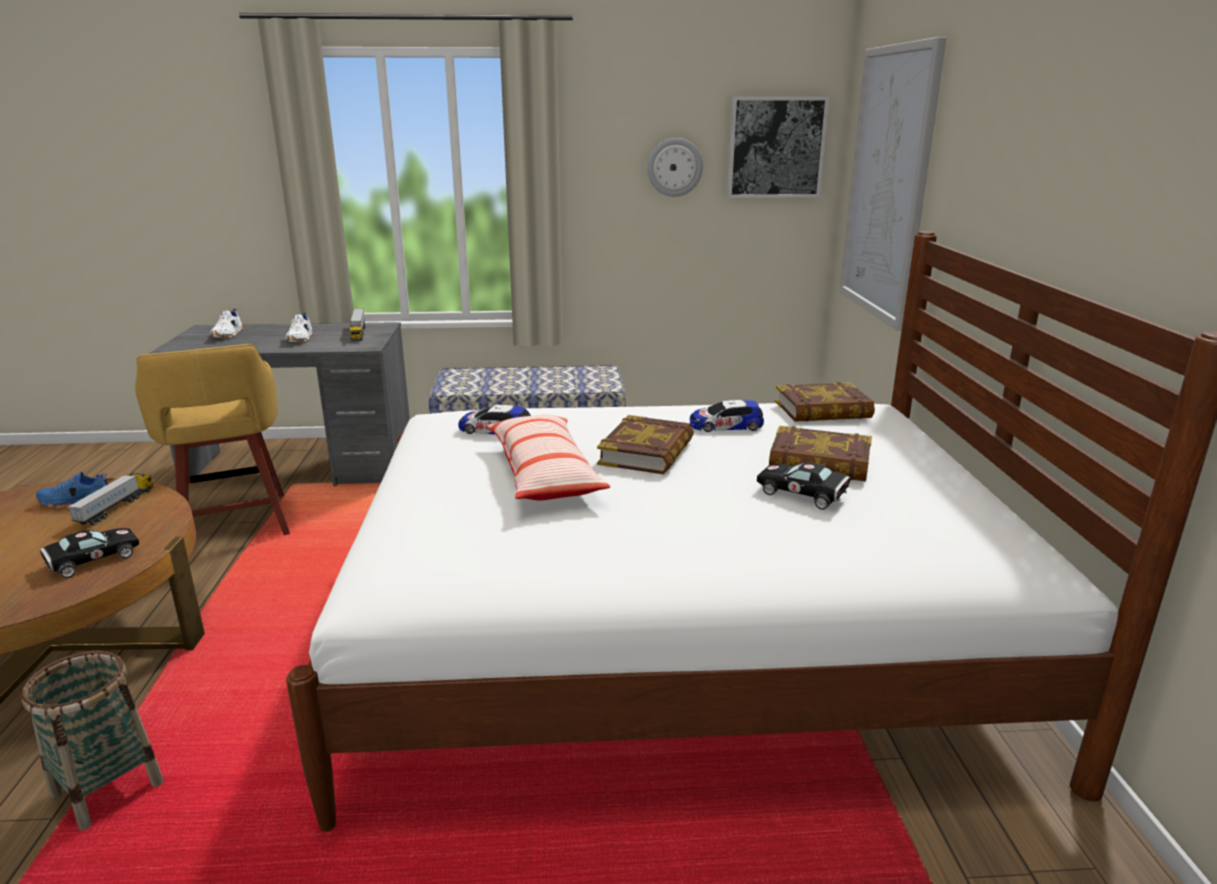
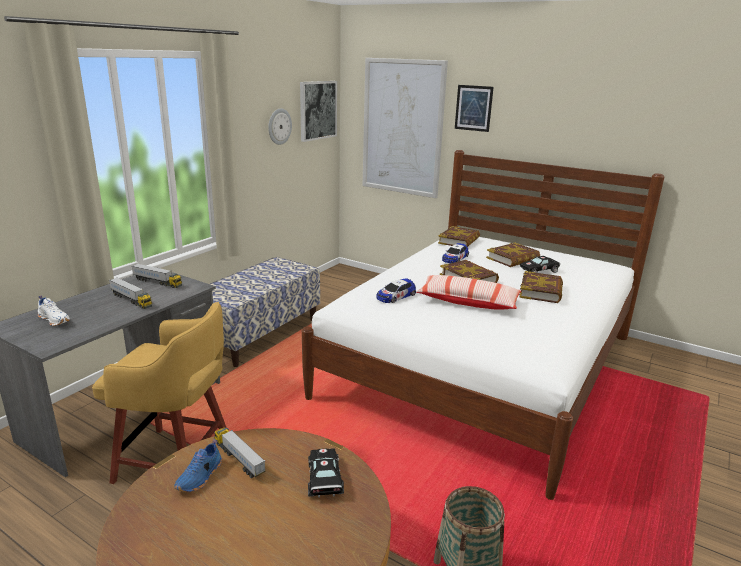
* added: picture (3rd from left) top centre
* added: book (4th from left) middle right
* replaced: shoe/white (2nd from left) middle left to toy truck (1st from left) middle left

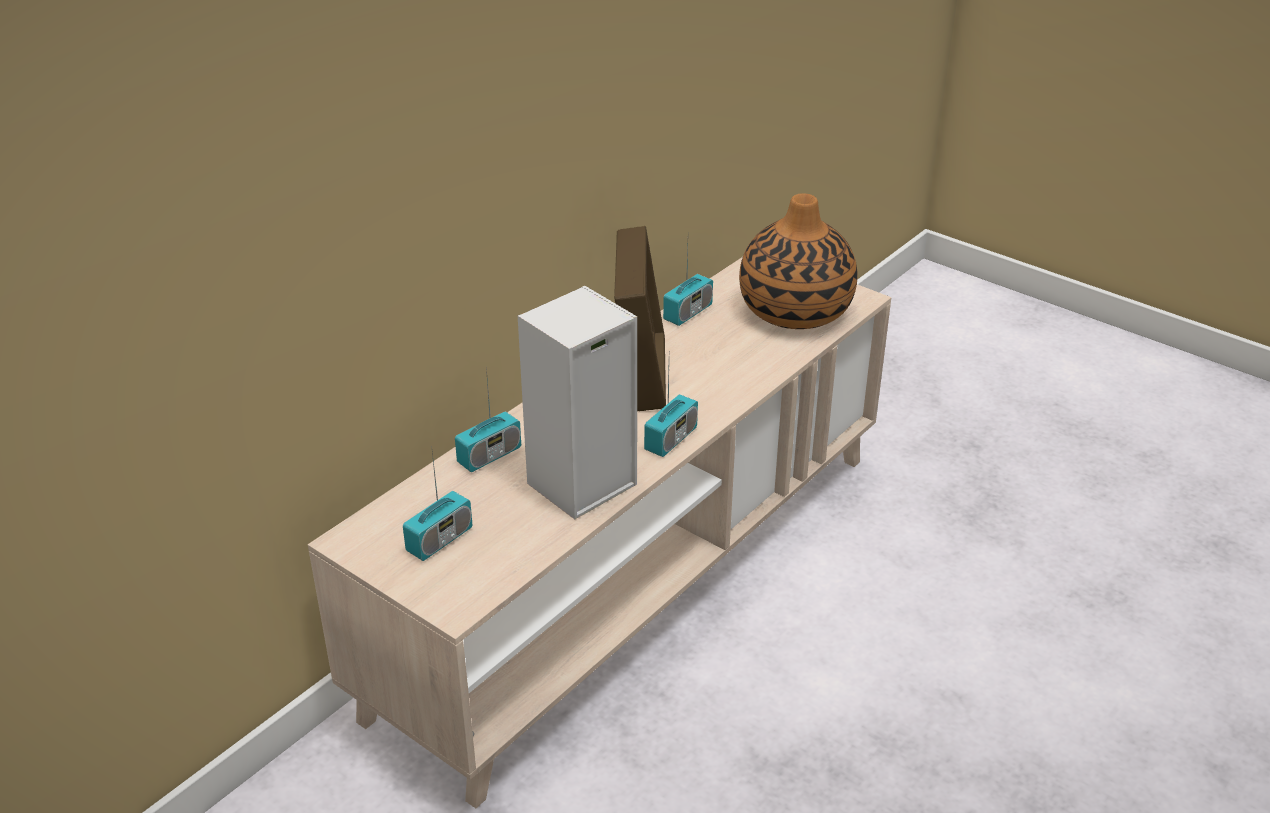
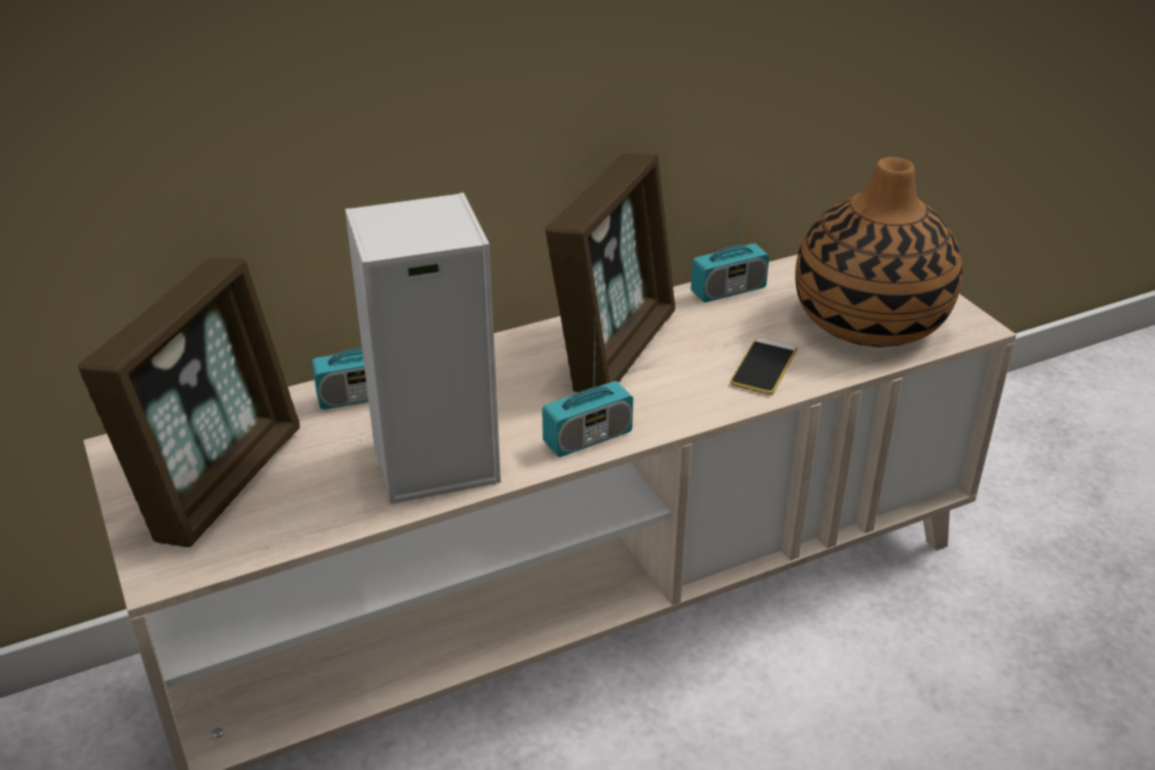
* added: phone centre
* replaced: radio (1st from left) centre to picture frame (1st from left) middle left

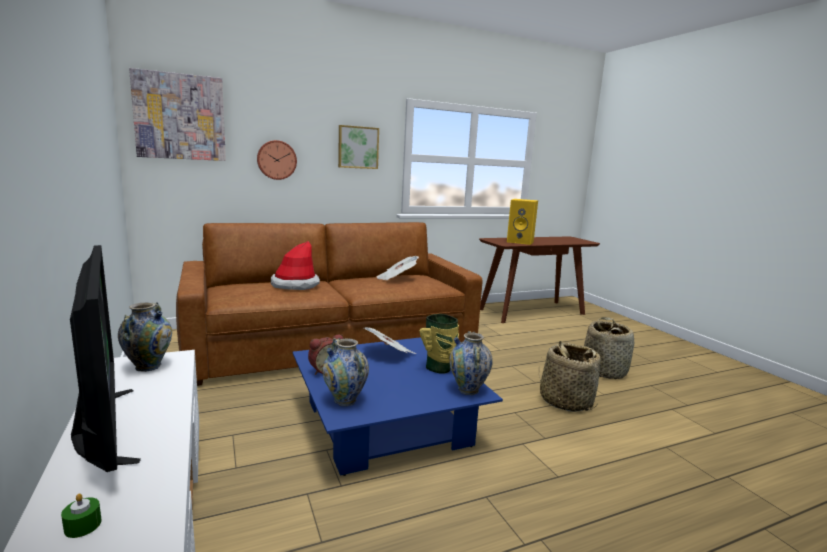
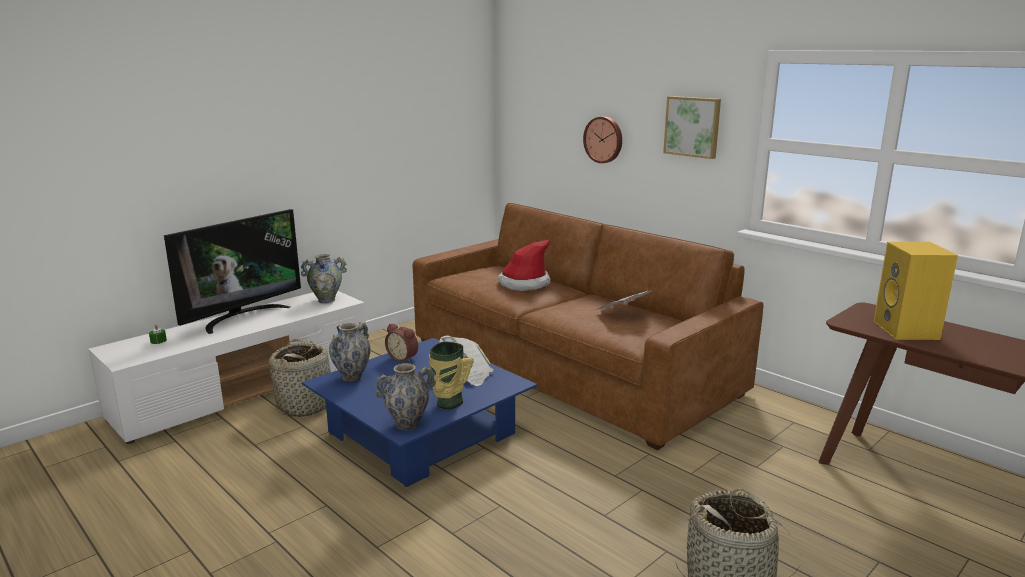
* removed: picture (1st from left) top left
* moved: basket (1st from left) bottom right to middle left

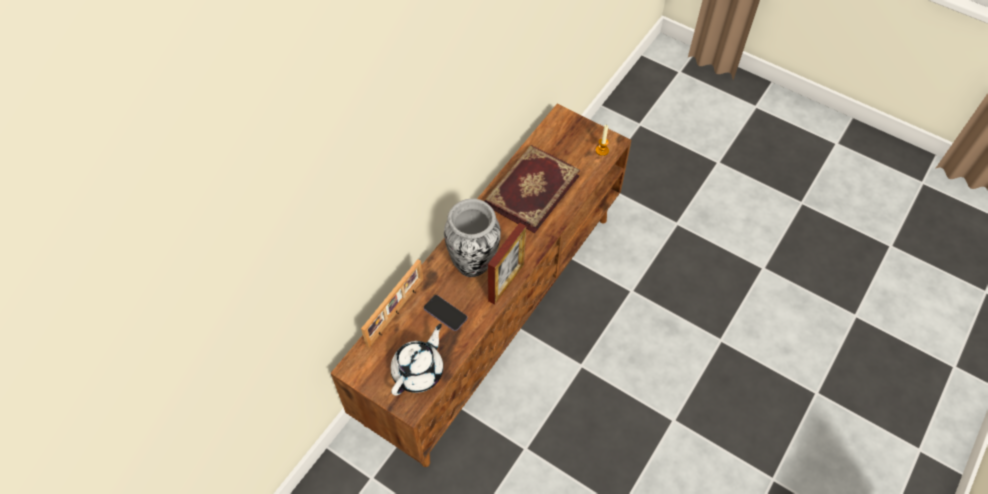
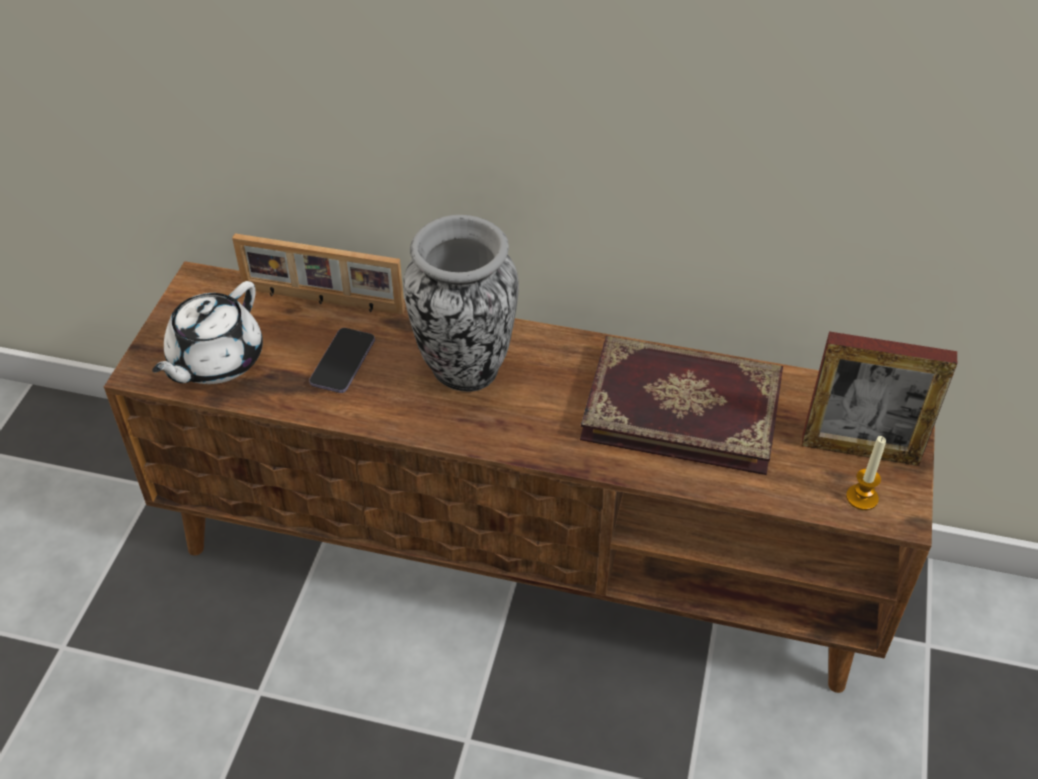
* moved: picture frame (2nd from left) centre to middle right
* turned: teapot/white bottom centre = middle left 105 degrees clockwise

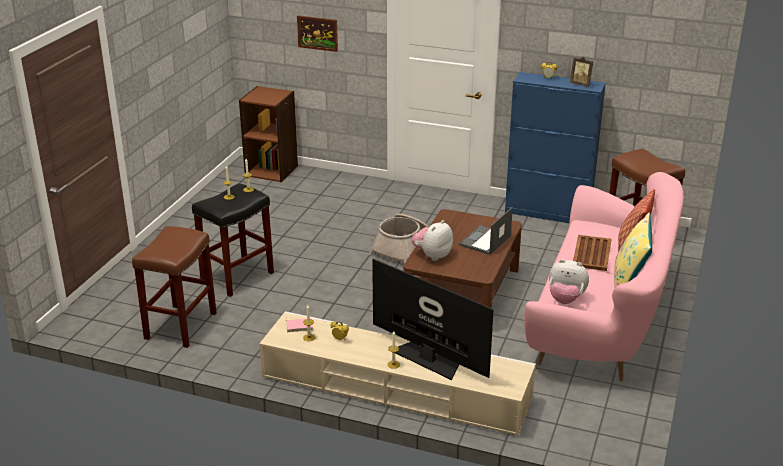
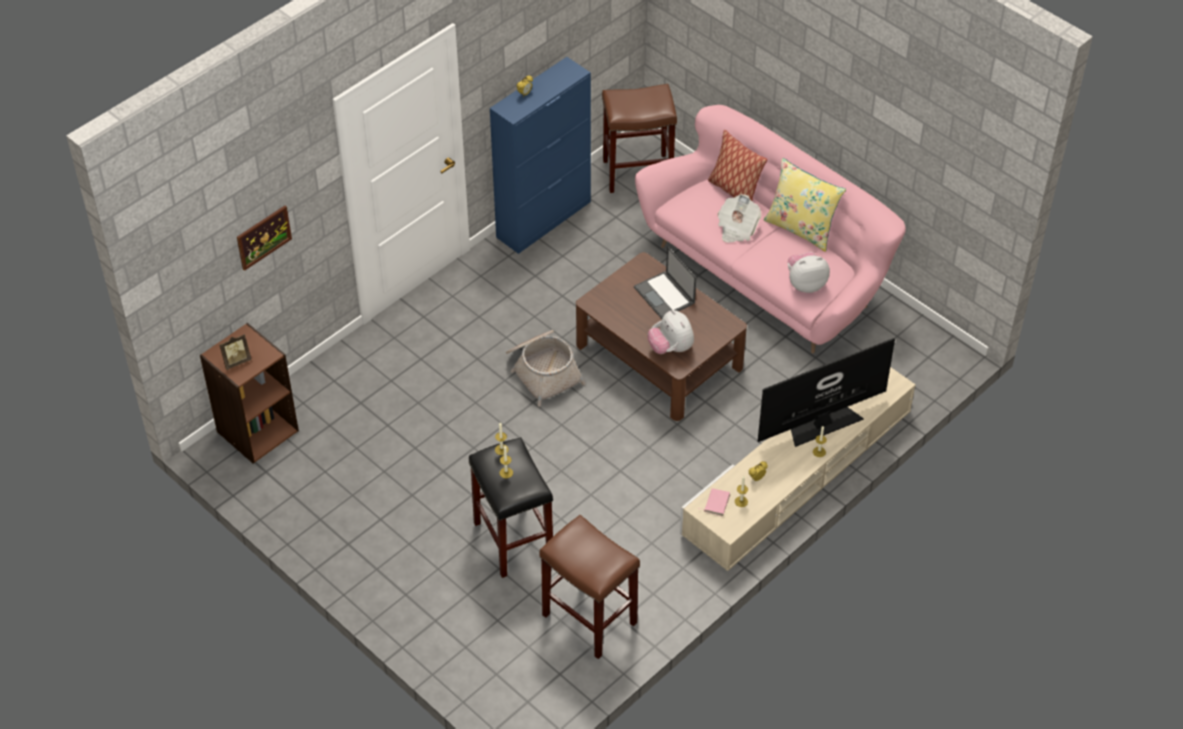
* moved: picture frame top right to middle left
* replaced: tray/brown middle right to newspaper top centre
* turned: plush toy (2nd from left) middle right = middle right 150 degrees counterclockwise

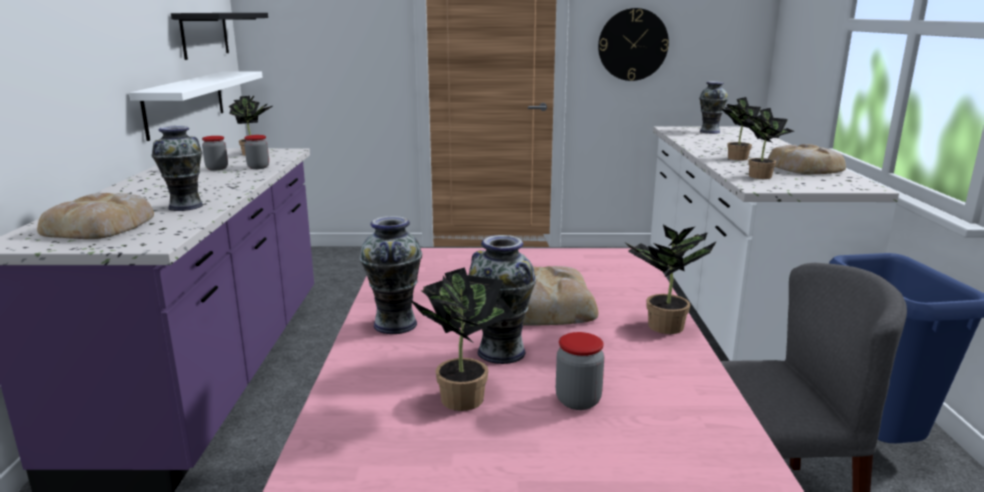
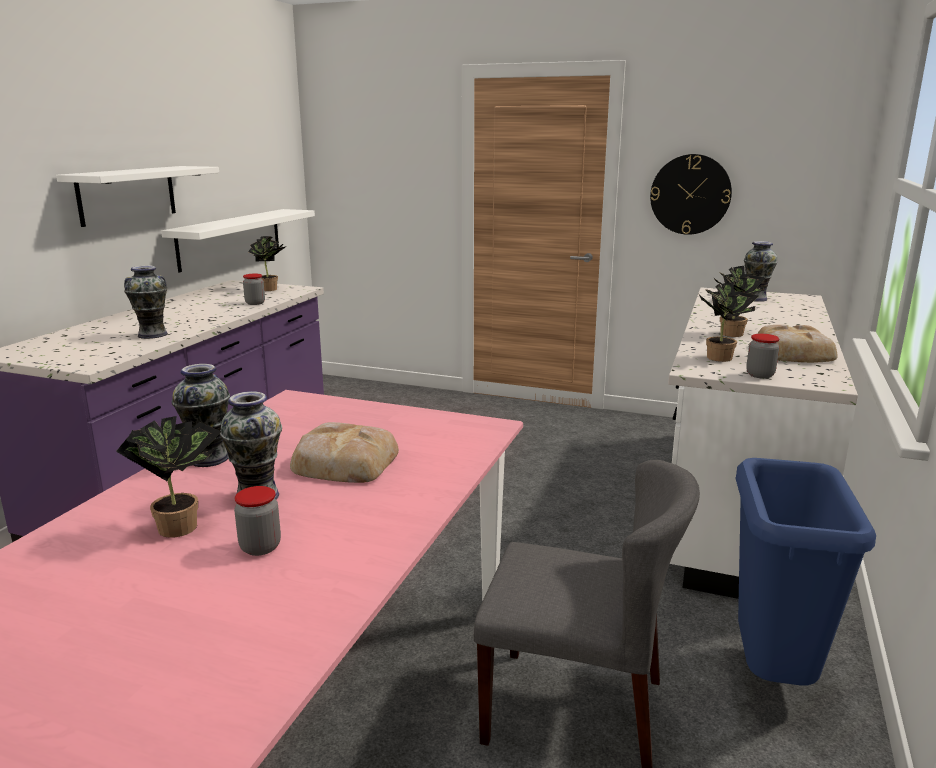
* removed: bread (1st from left) middle left
* removed: shelf/black top left
* removed: potted plant (3rd from left) middle right
* added: shelf/white (1st from left) top left
* moved: jar (1st from left in the first image) top left to jar (3rd from left) middle right

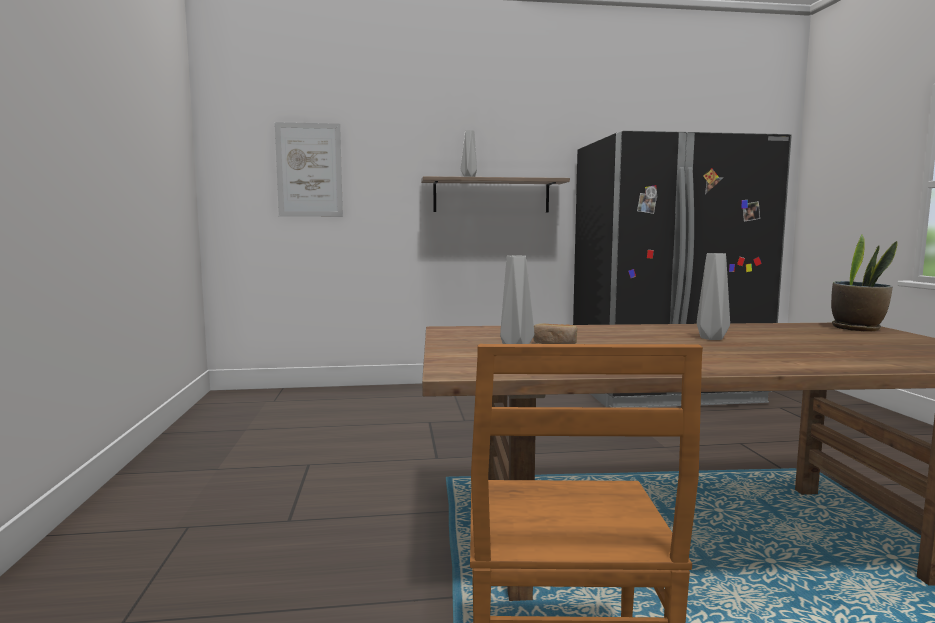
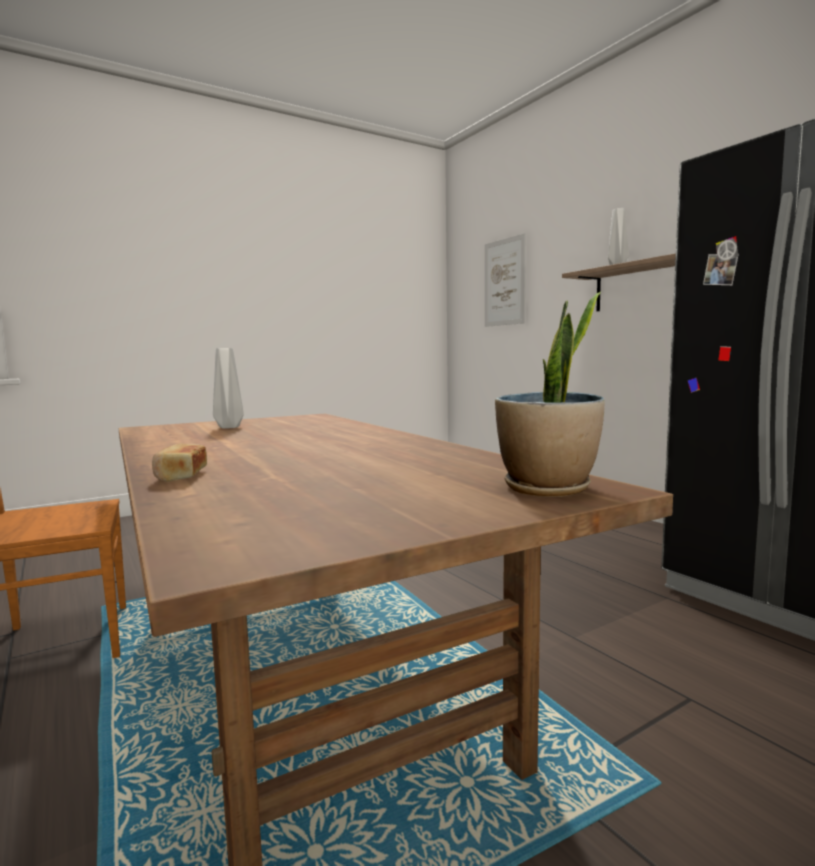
* removed: vase/grey (3rd from left) middle right
* moved: bread centre to middle left

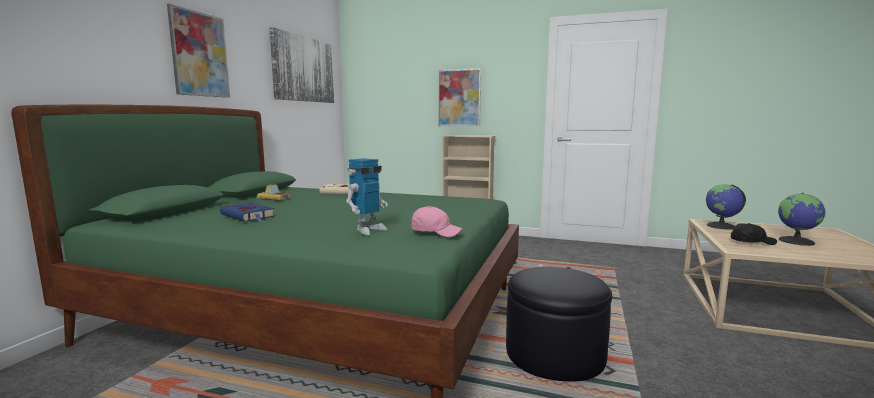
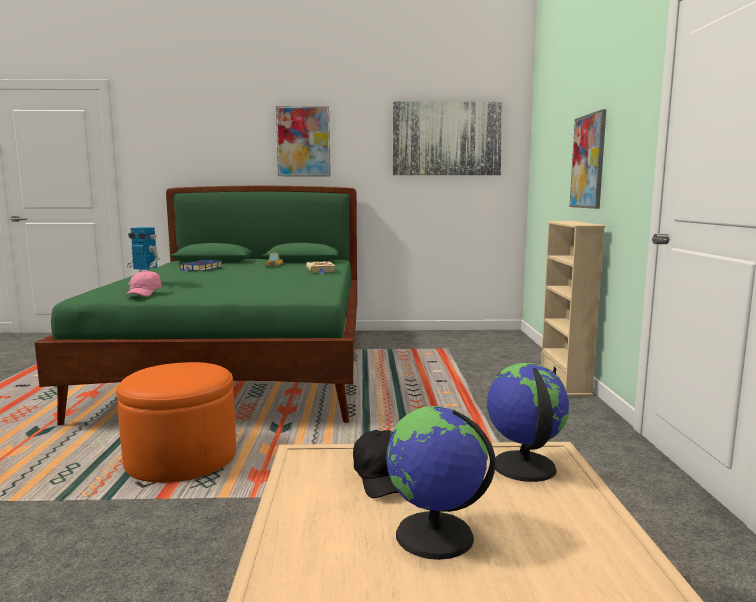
* recoloured: ottoman/black bottom centre to ottoman/orange bottom left

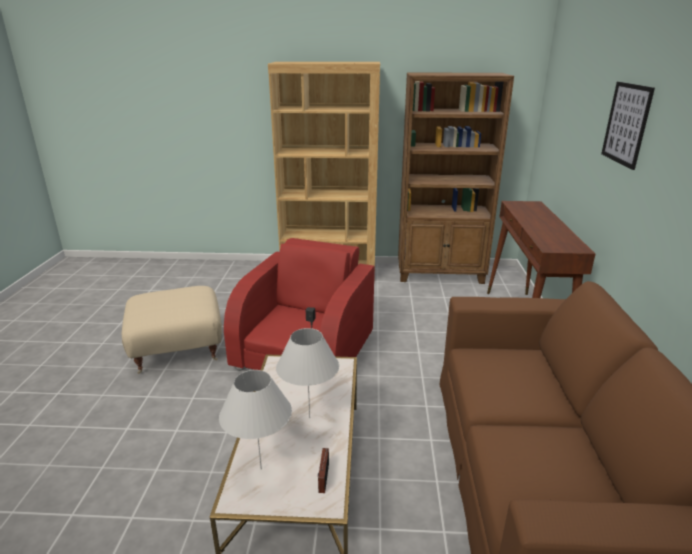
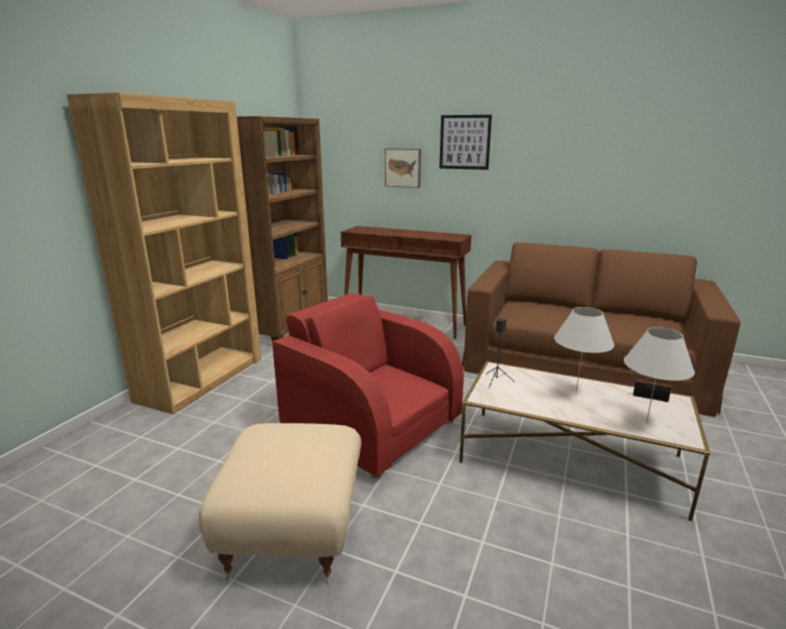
* added: picture (1st from left) top centre

